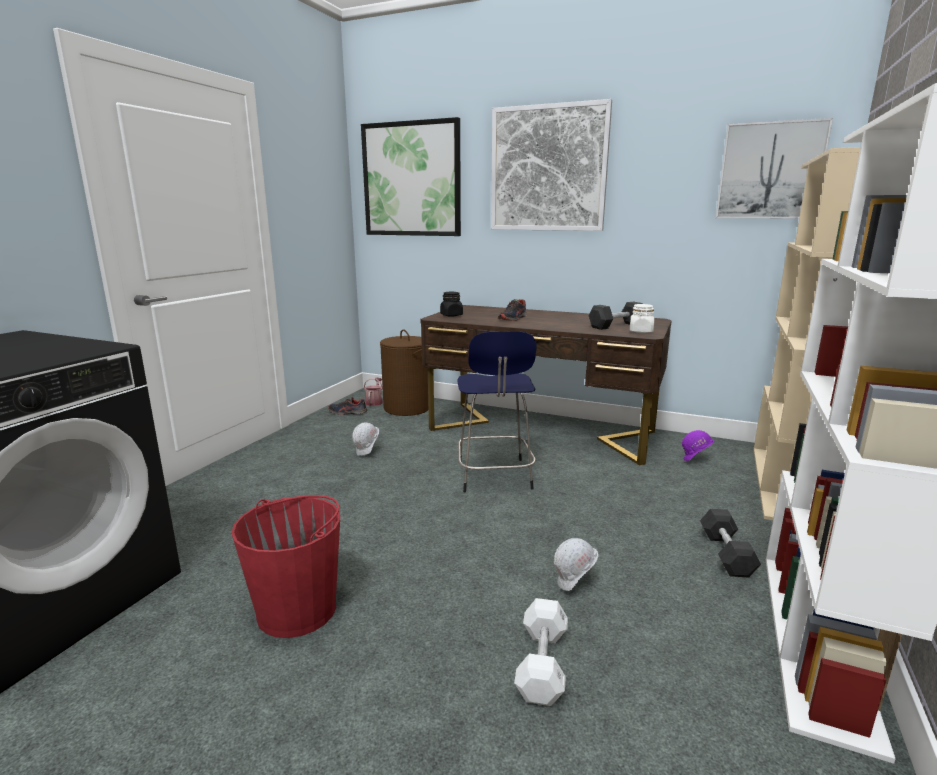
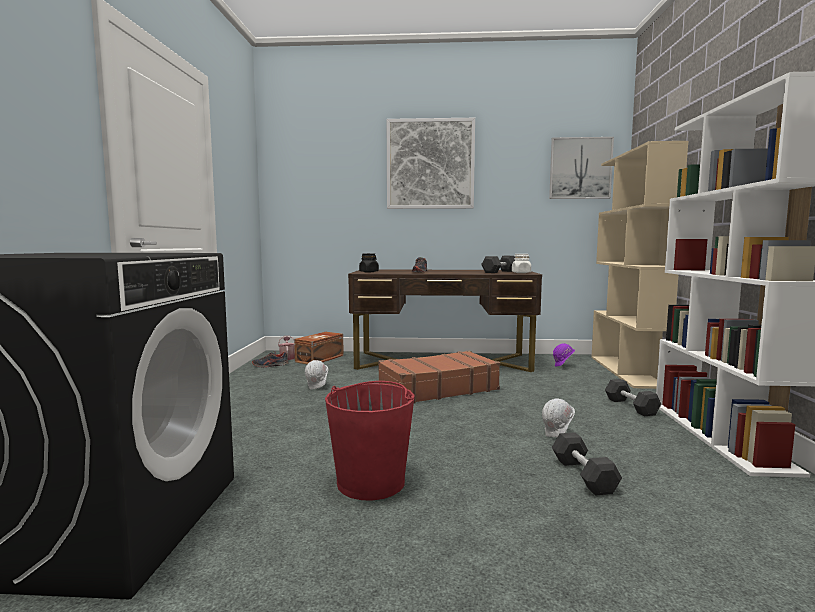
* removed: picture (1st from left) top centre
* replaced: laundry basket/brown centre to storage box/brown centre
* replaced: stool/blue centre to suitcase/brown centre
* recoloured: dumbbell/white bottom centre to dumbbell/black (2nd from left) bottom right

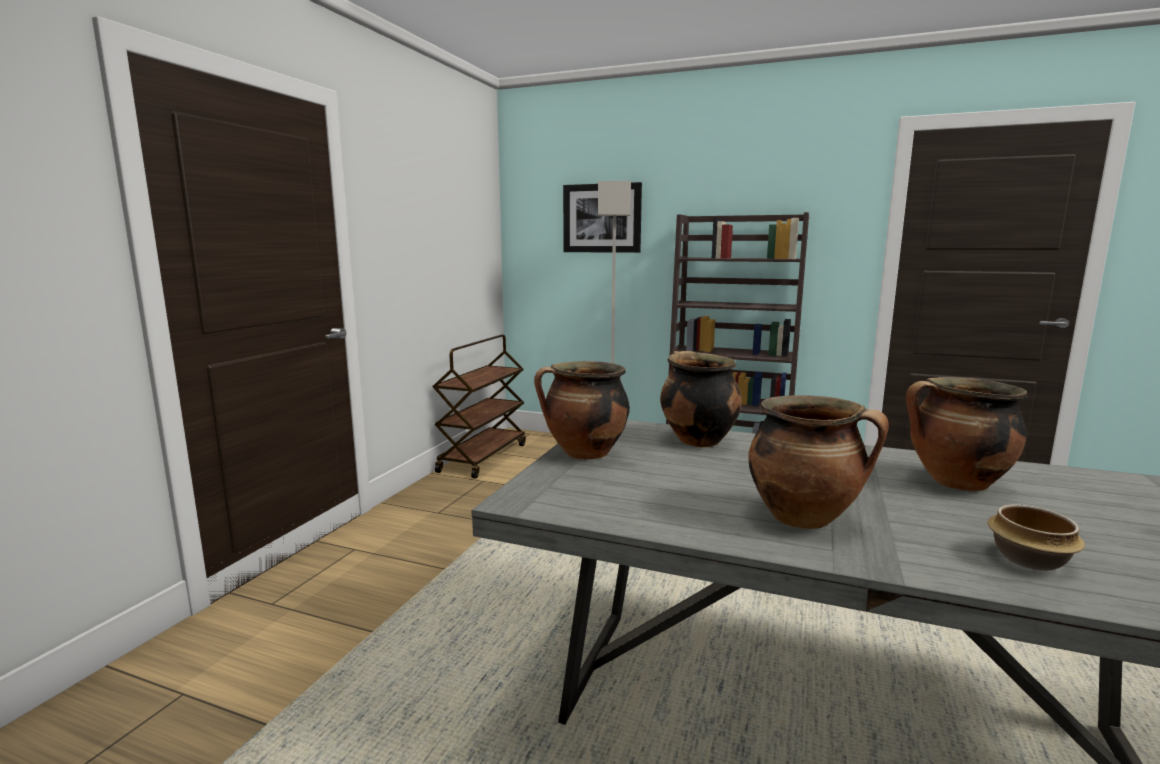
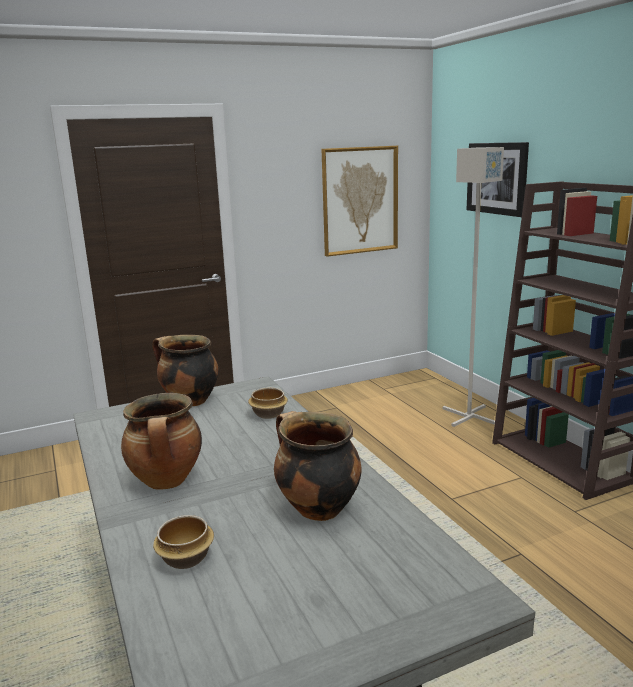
* removed: cart/brown centre
* added: picture (1st from left) top centre
* replaced: cooking pot (2nd from left) centre to bowl (2nd from left) centre

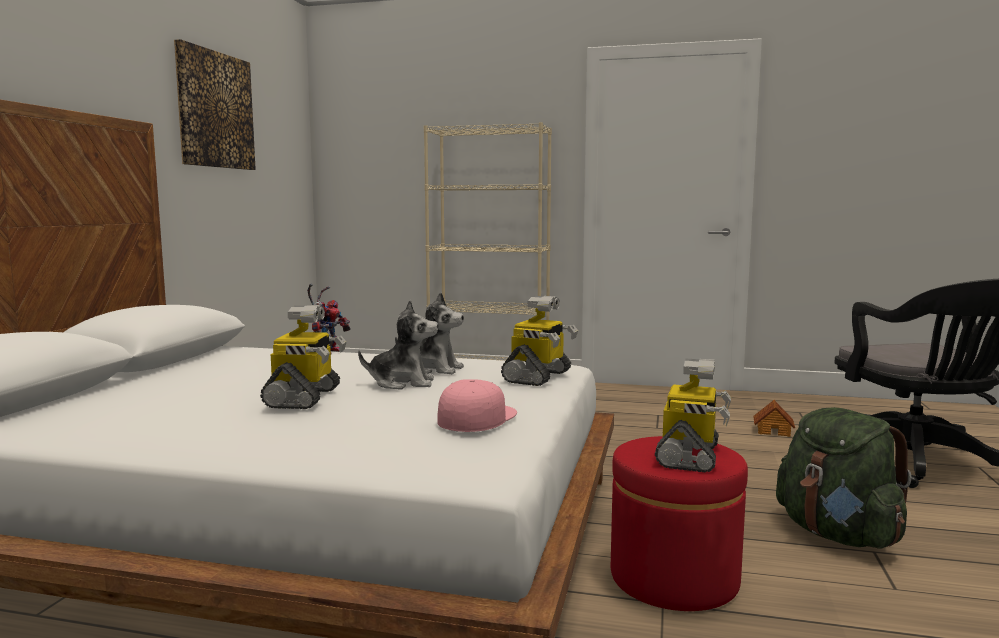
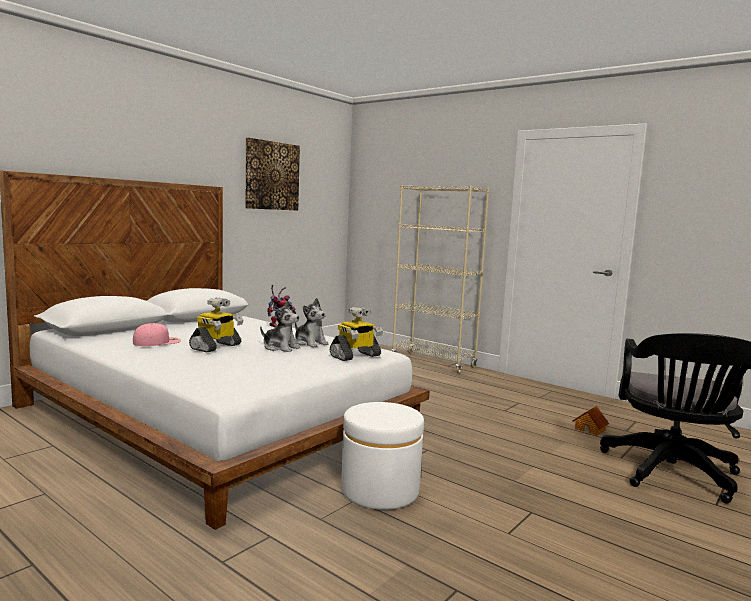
* removed: toy robot (4th from left) middle right
* removed: backpack/green bottom right
* moved: cap/pink centre to middle left
* recoloured: ottoman/red bottom right to ottoman/white bottom centre

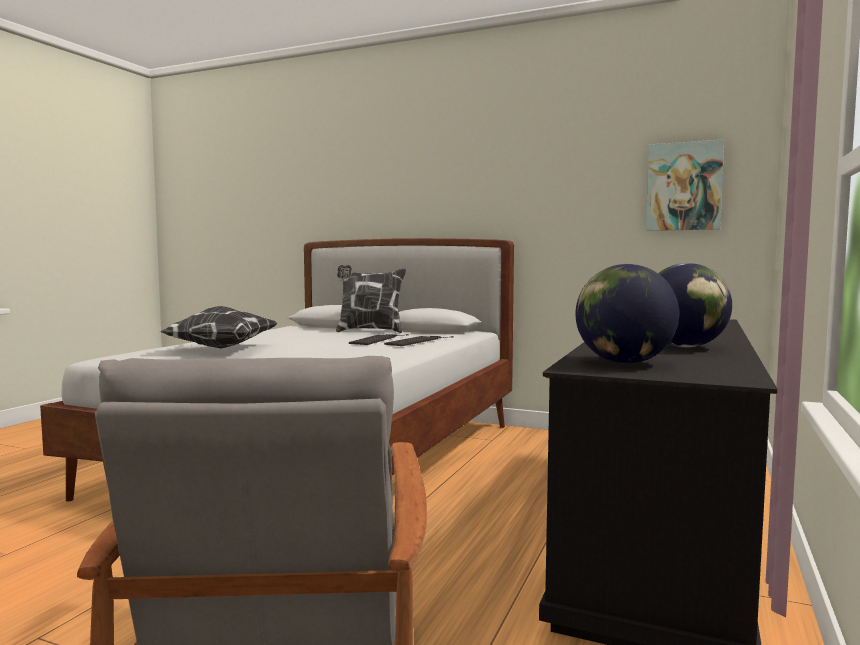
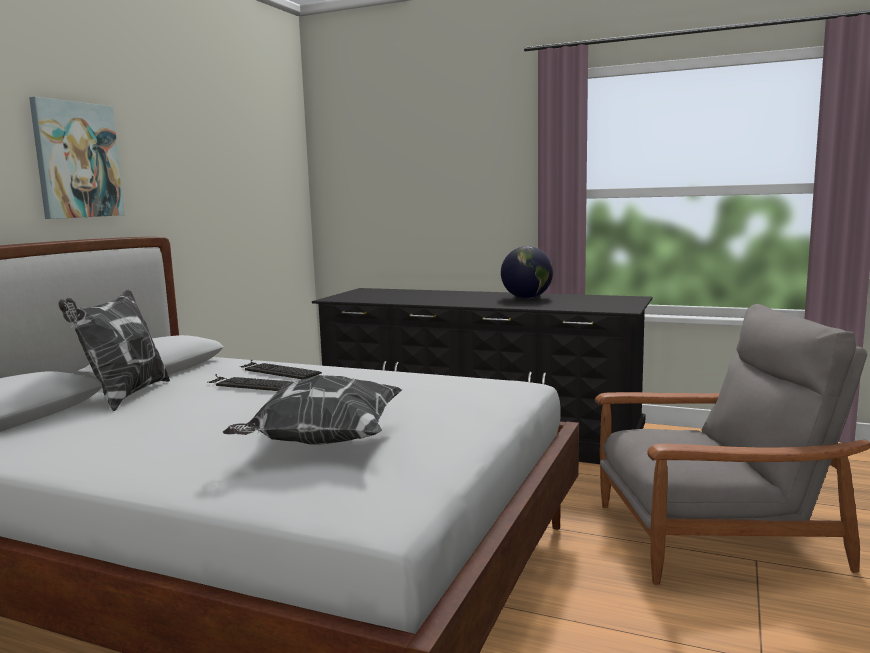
* removed: globe (1st from left) middle right
* moved: picture top right to top left

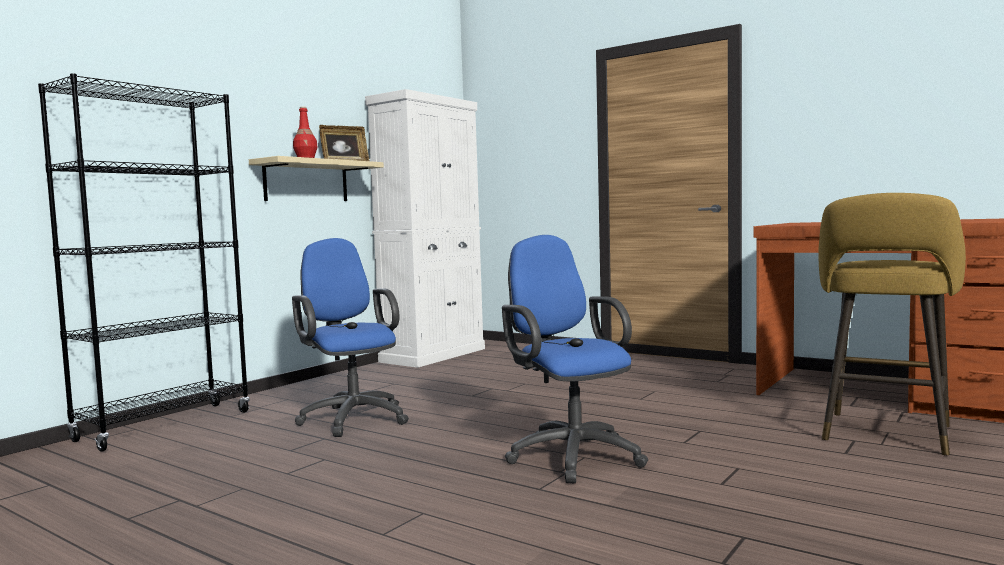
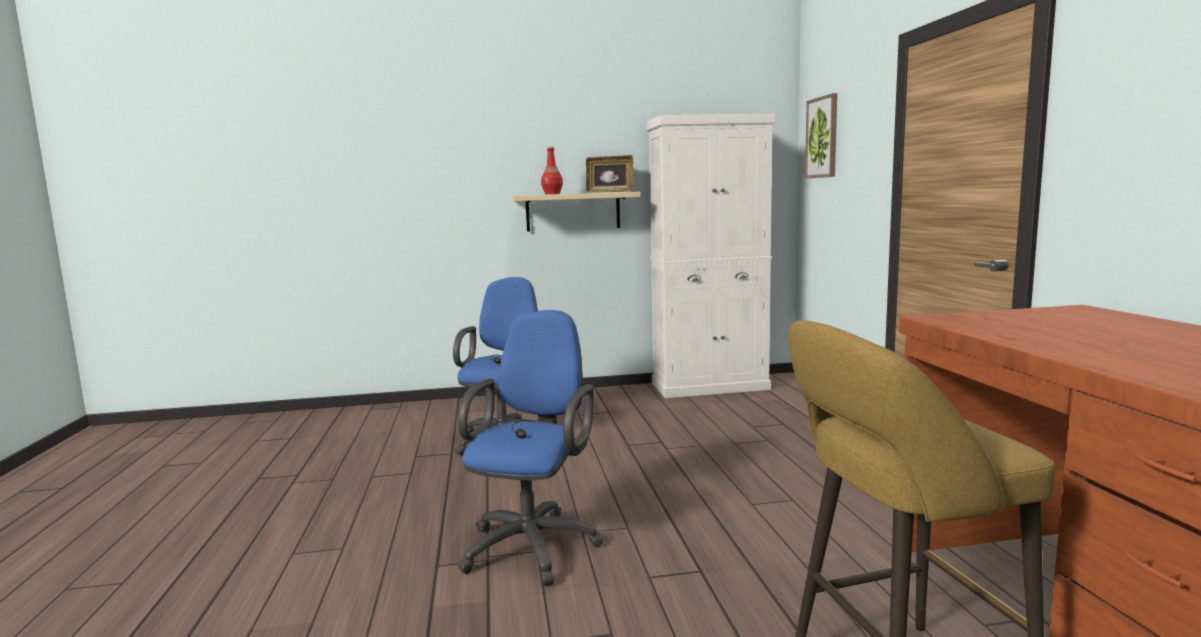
* removed: bookcase/black middle left
* added: picture top right

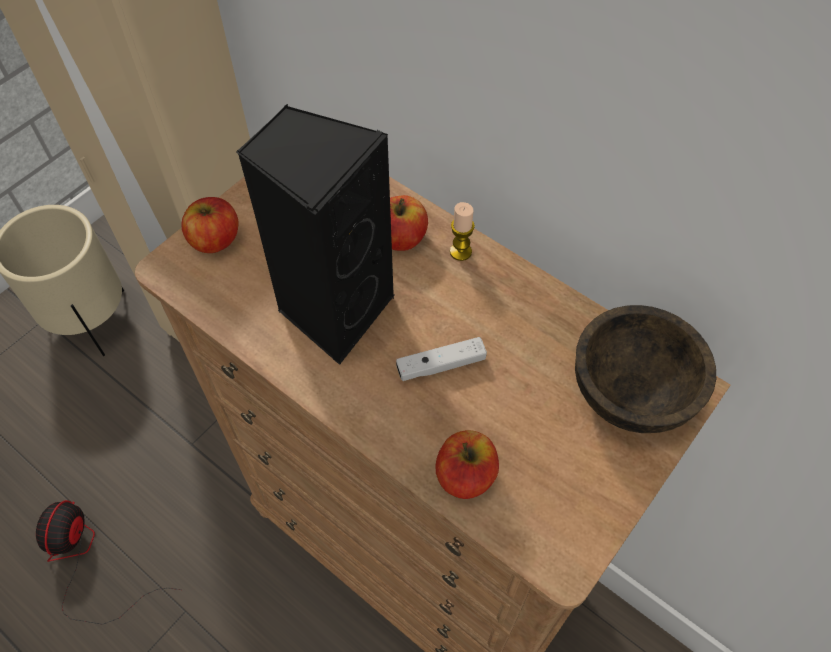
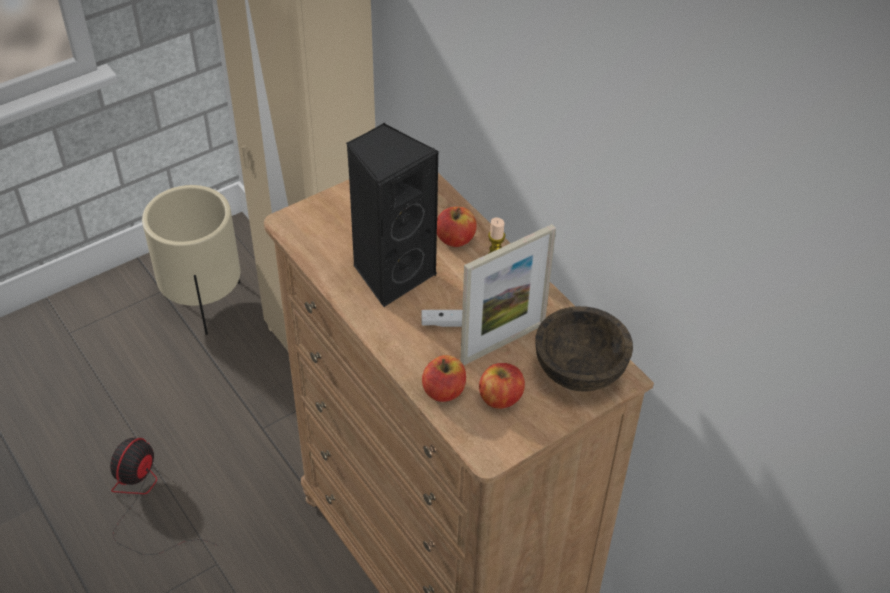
* added: picture frame centre
* moved: apple (1st from left in the first image) middle left to apple (3rd from left) centre

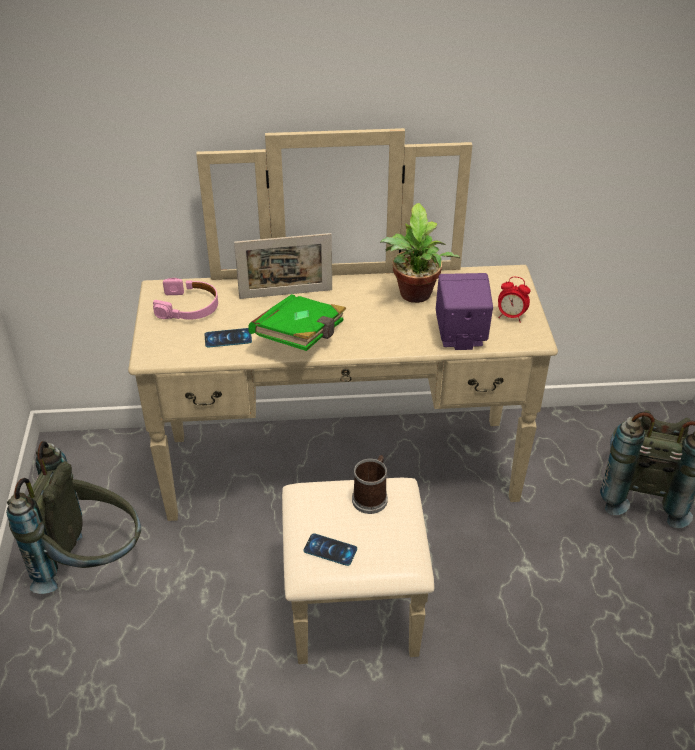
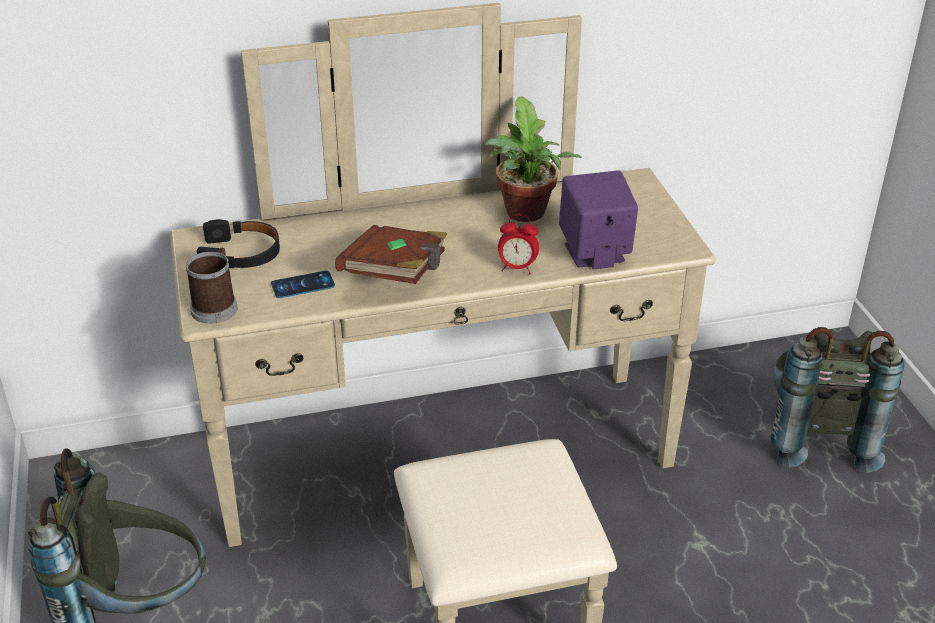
* removed: picture frame centre
* removed: phone (2nd from left) bottom centre
* moved: mug centre to middle left
* moved: alarm clock middle right to centre
* recoloured: headphones/pink middle left to headphones/black middle left
* recoloured: book/green centre to book/brown centre

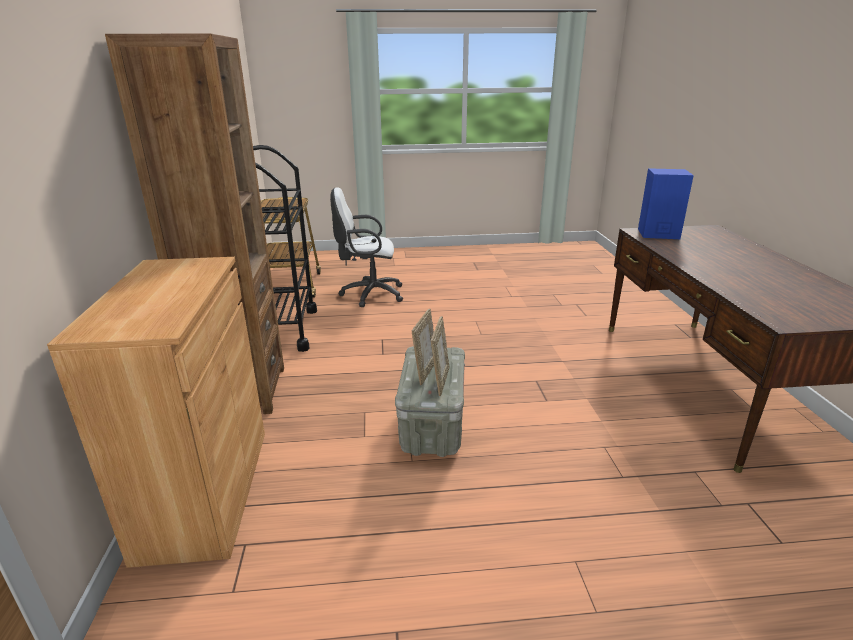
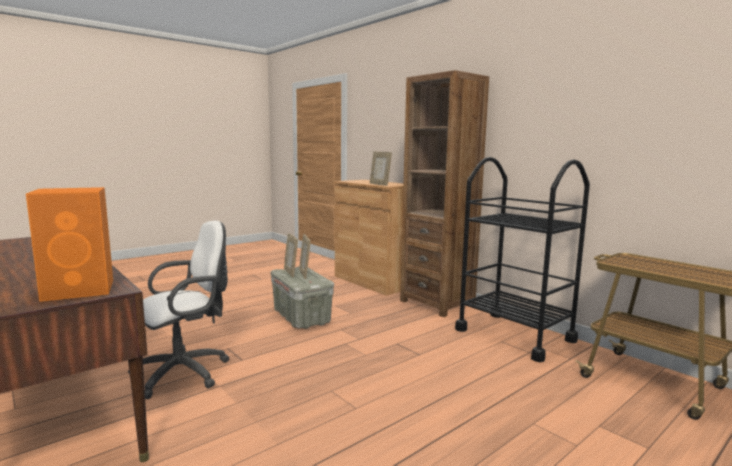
* added: picture frame (3rd from left) centre
* moved: office chair/white centre to middle left
* recoloured: speaker/blue top right to speaker/orange middle left

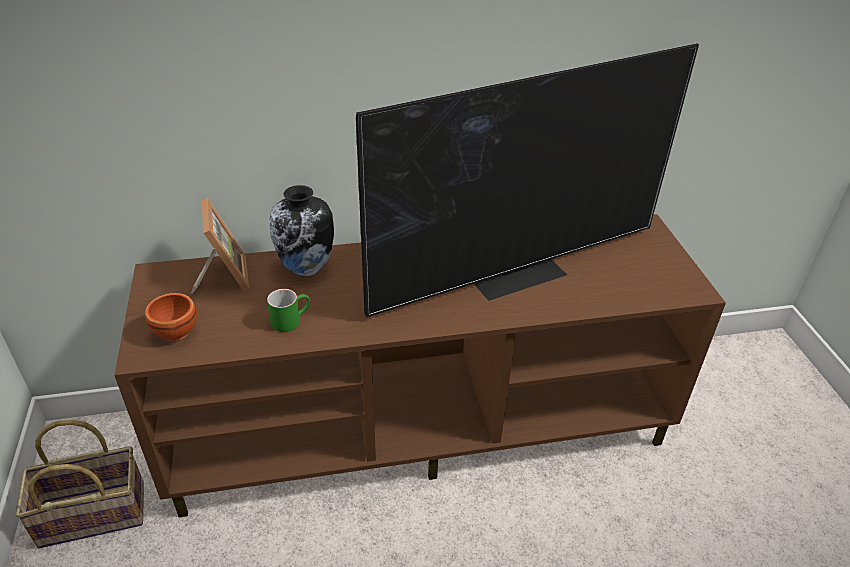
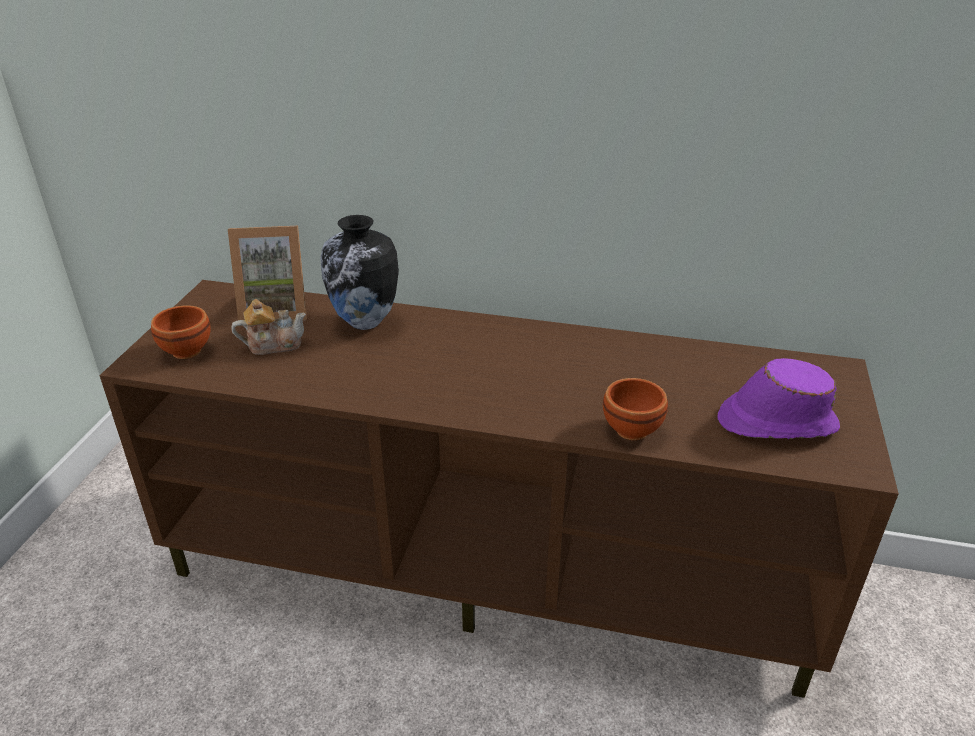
* removed: basket bottom left
* removed: mug/green centre
* removed: television top centre
* added: teapot middle left
* added: bowl/brown (2nd from left) centre
* added: hat/purple middle right
* turned: picture frame middle left = middle left 75 degrees clockwise

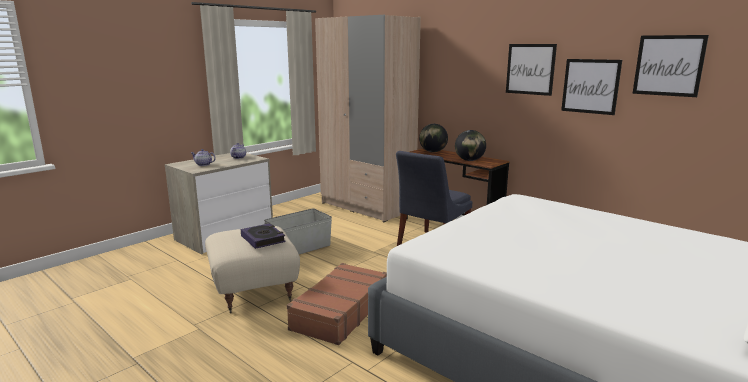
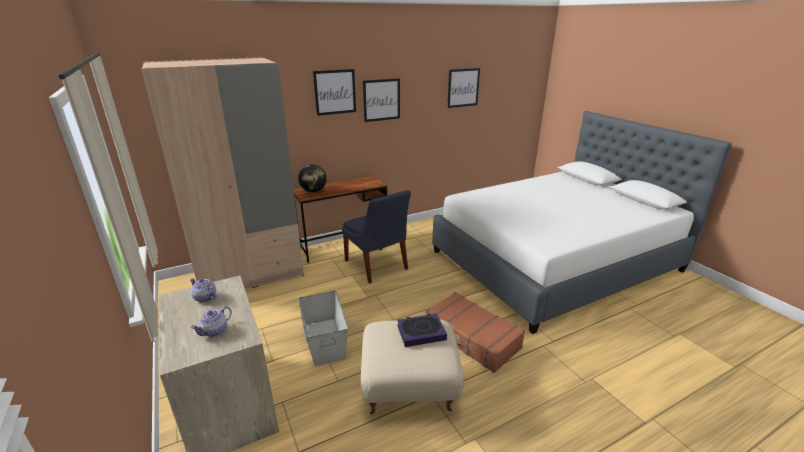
* removed: globe (2nd from left) centre
* moved: picture (2nd from left in the first image) top right to picture (1st from left) top centre

